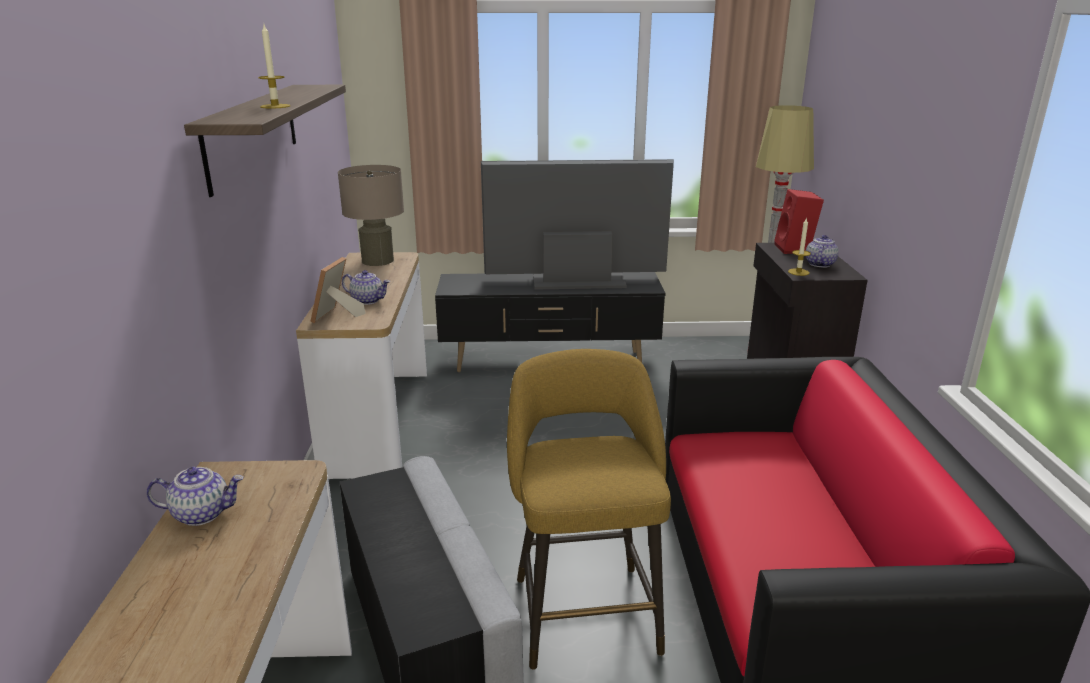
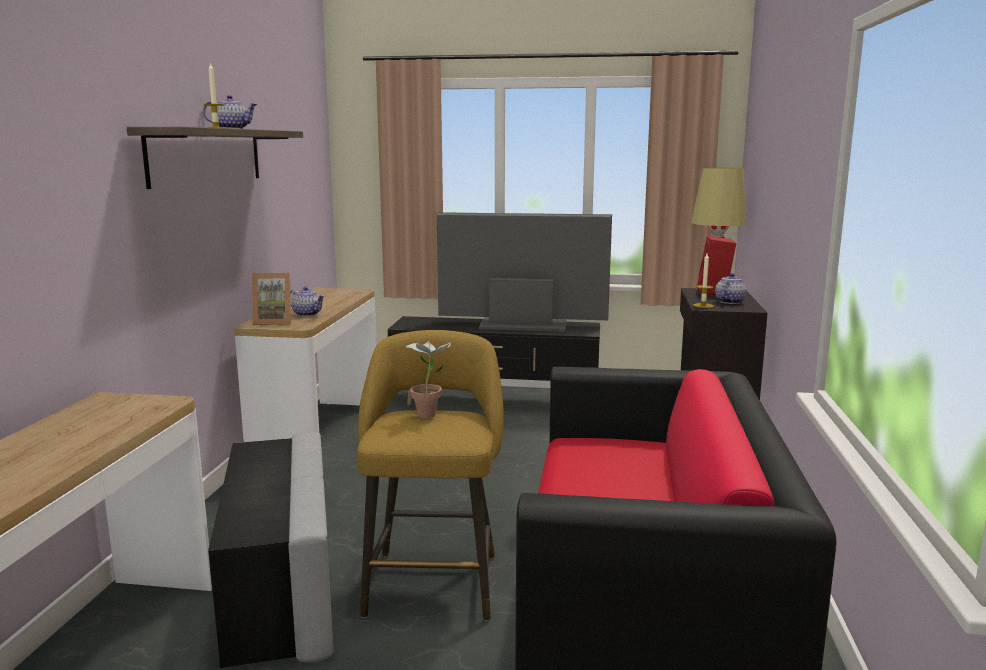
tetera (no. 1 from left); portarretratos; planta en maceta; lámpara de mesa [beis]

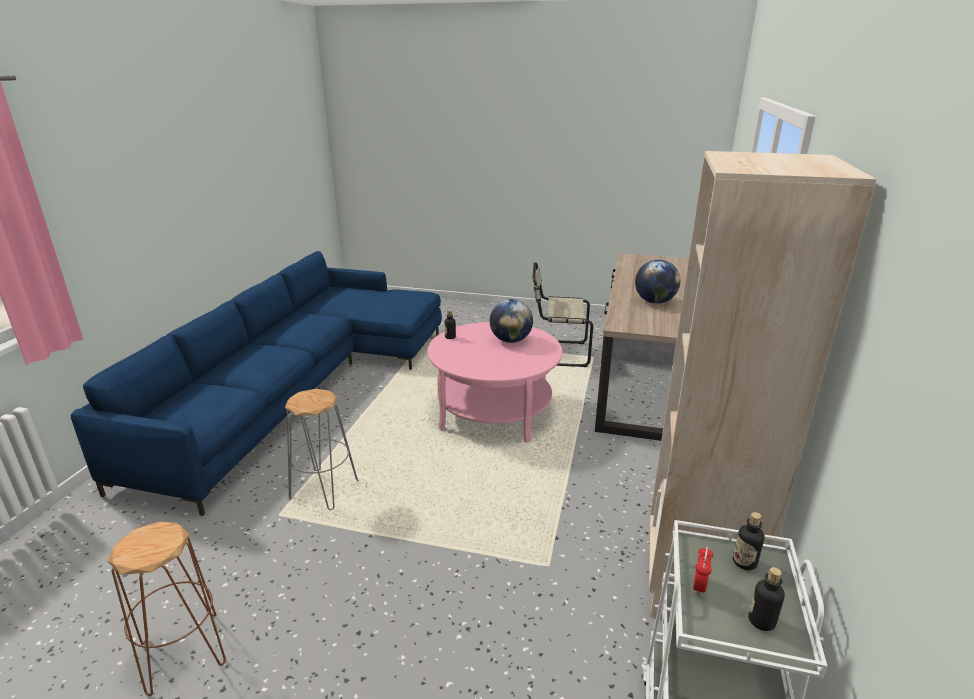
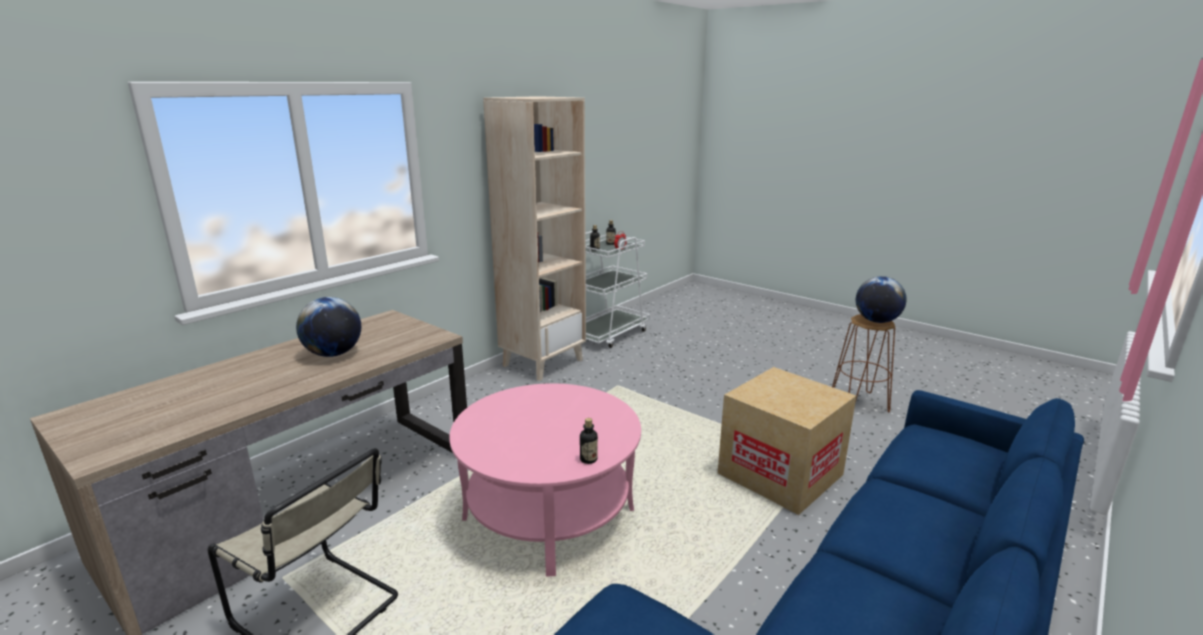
caja de cartón; globo terráqueo (no. 2 from left)

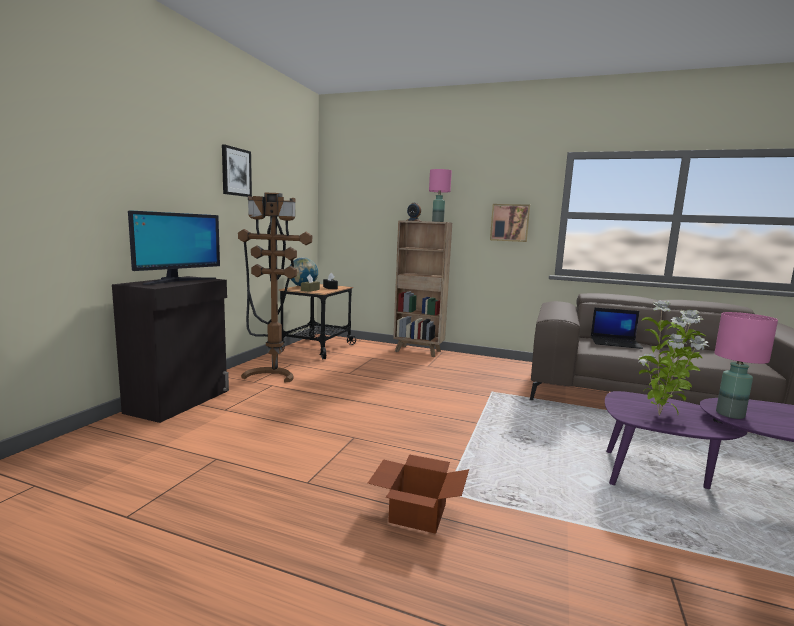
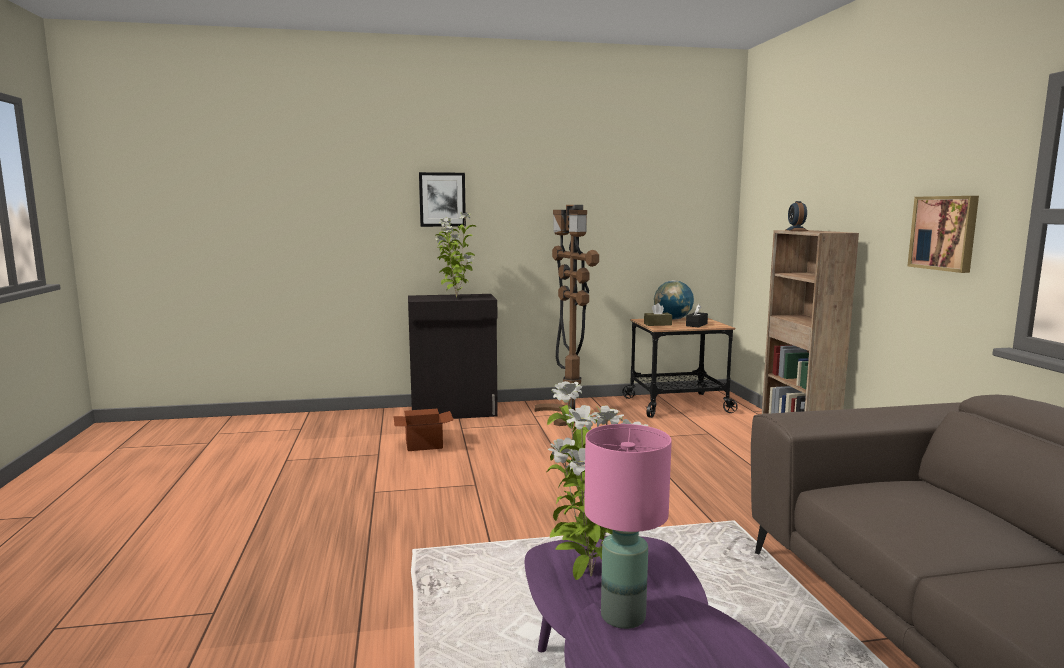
caja de cartón; cuadro (no. 1 from left); planta en maceta (no. 1 from left); lámpara de mesa [rosa] (no. 1 from left in the first image); portátil

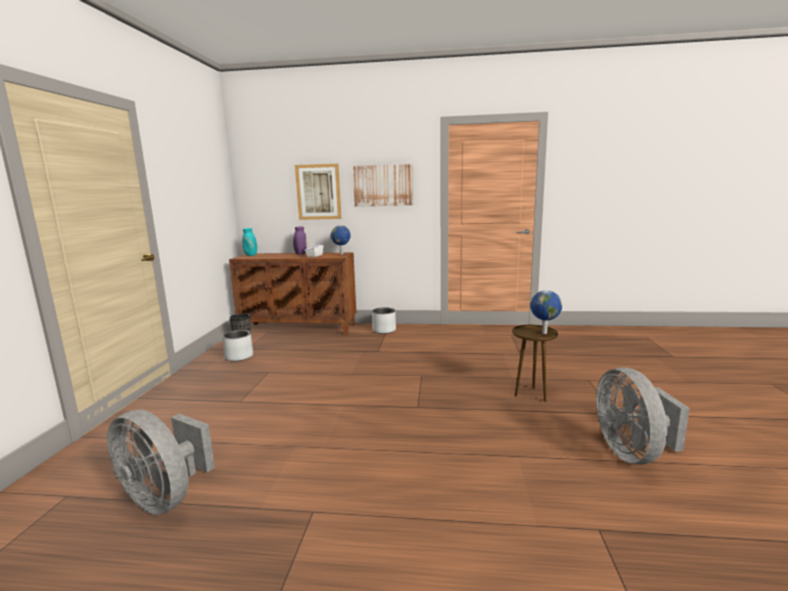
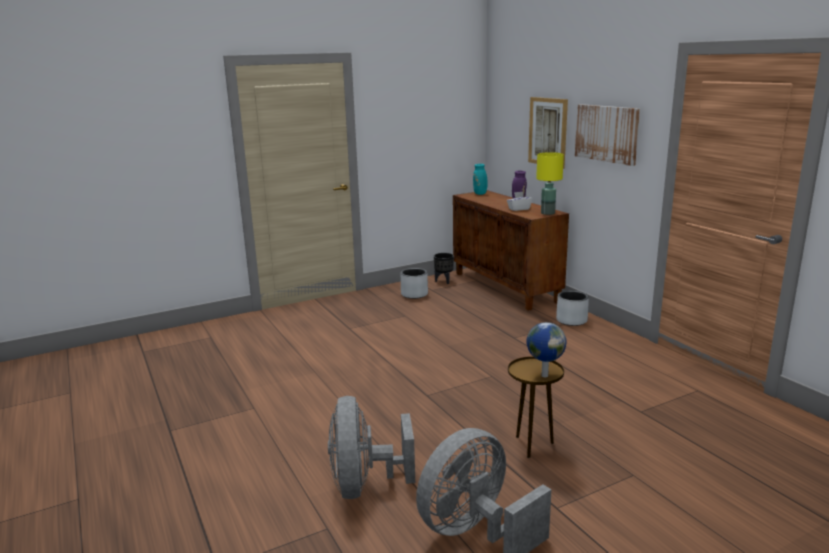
ventilador [gris] (no. 1 from left); lámpara de mesa [amarillo]

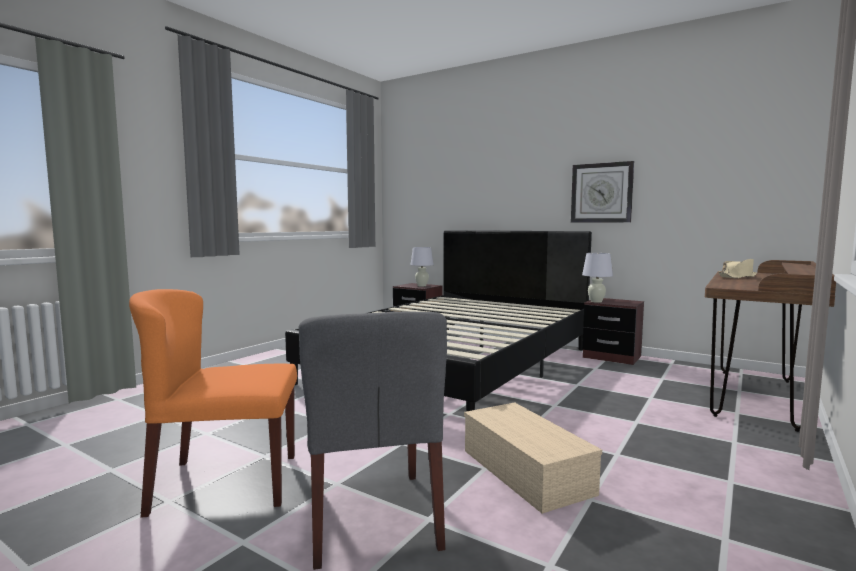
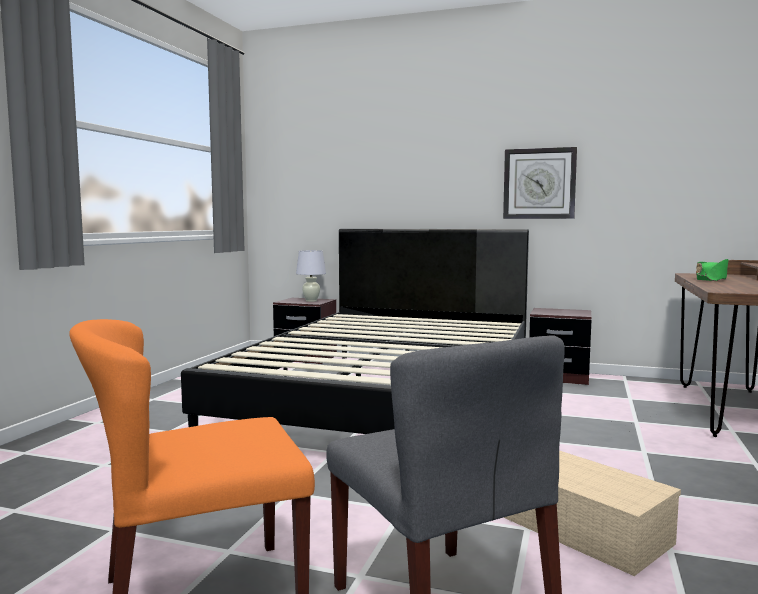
sombrero [verde]; lámpara de mesa [blanco] (no. 2 from left in the first image)

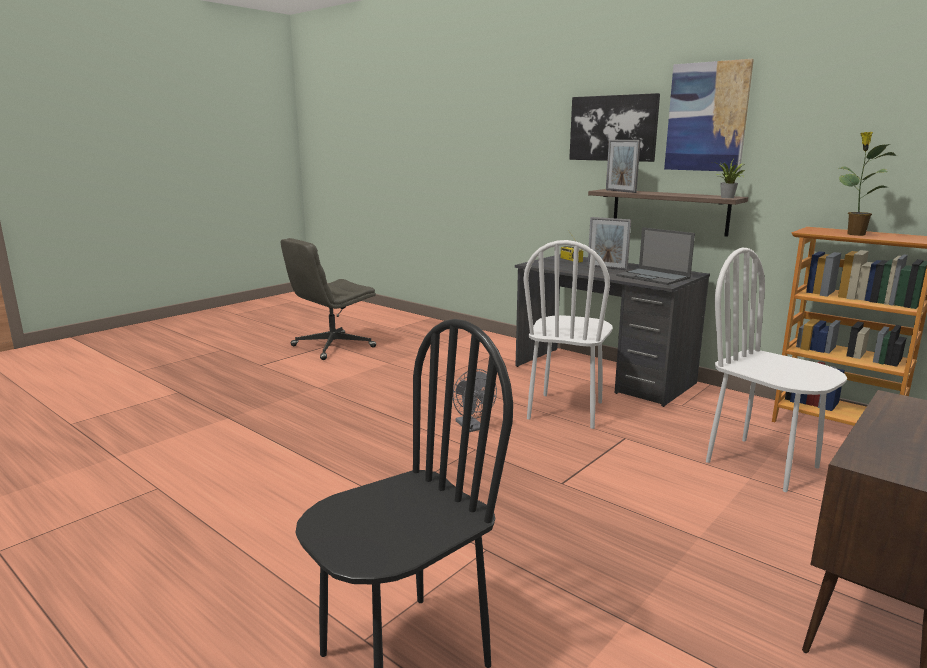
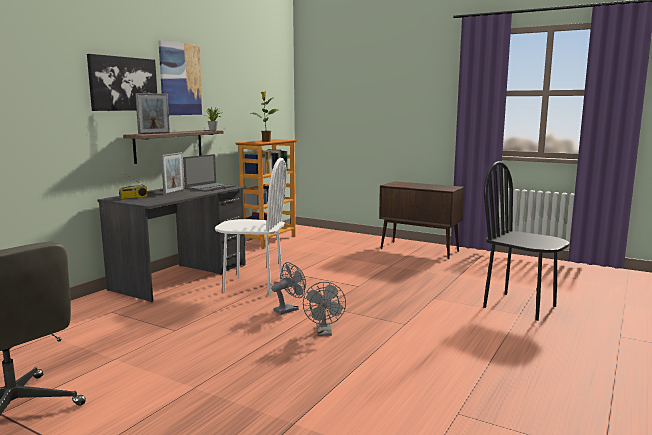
ventilador [gris] (no. 2 from left); silla [blanco] (no. 2 from left in the first image)

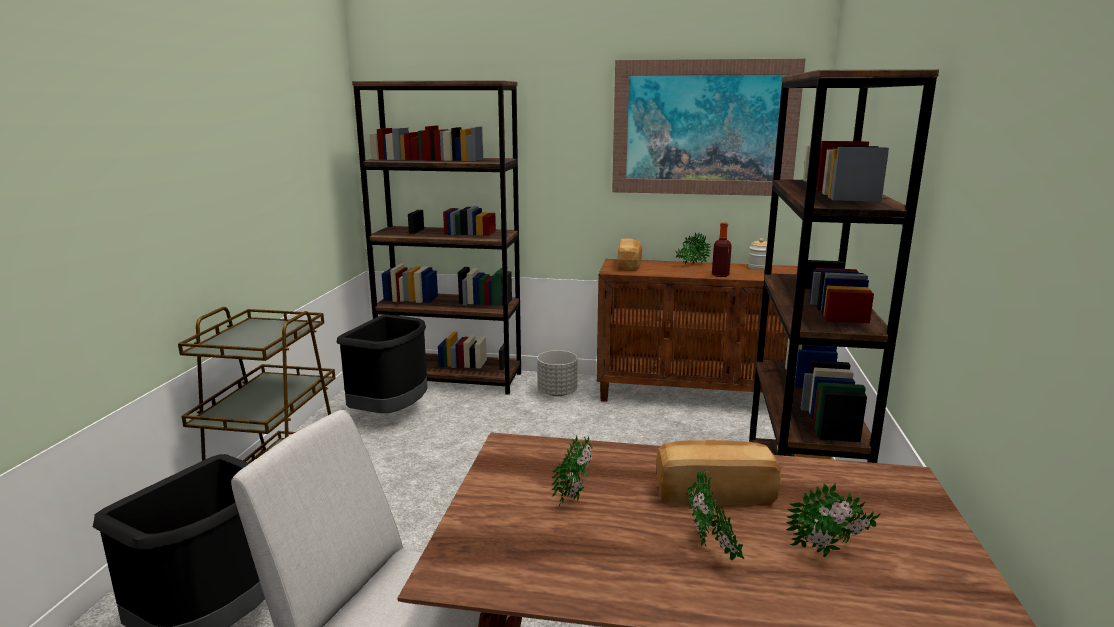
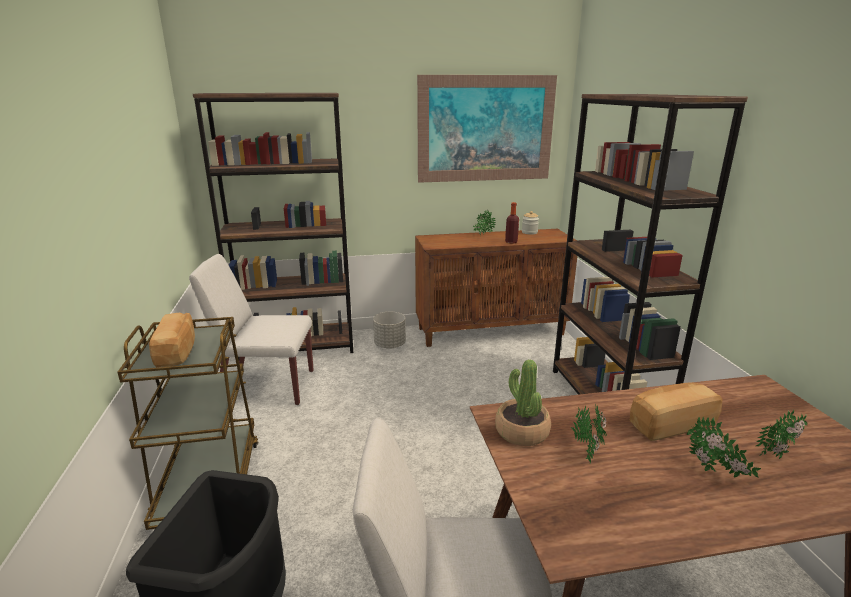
pan (no. 1 from left); silla [blanco] (no. 1 from left); planta en maceta (no. 2 from left)

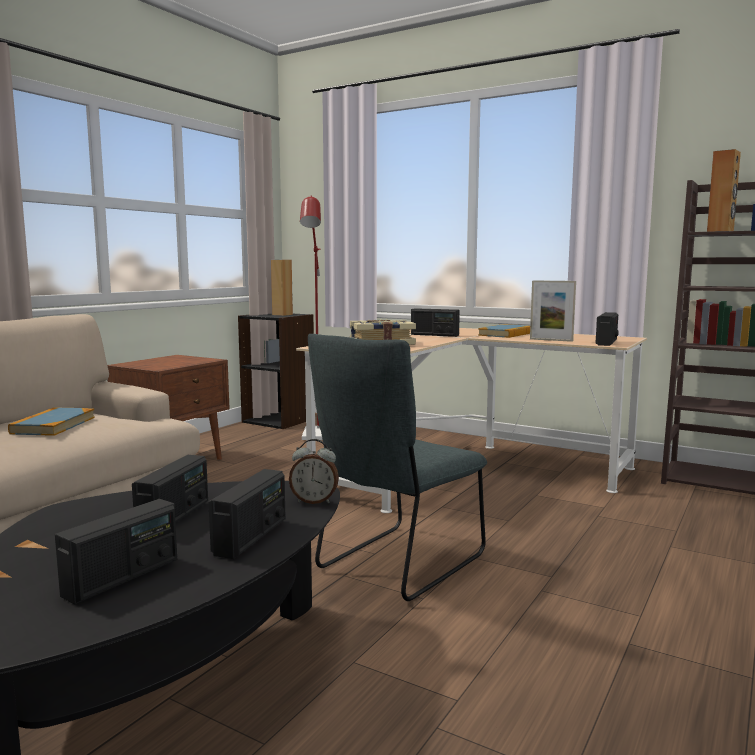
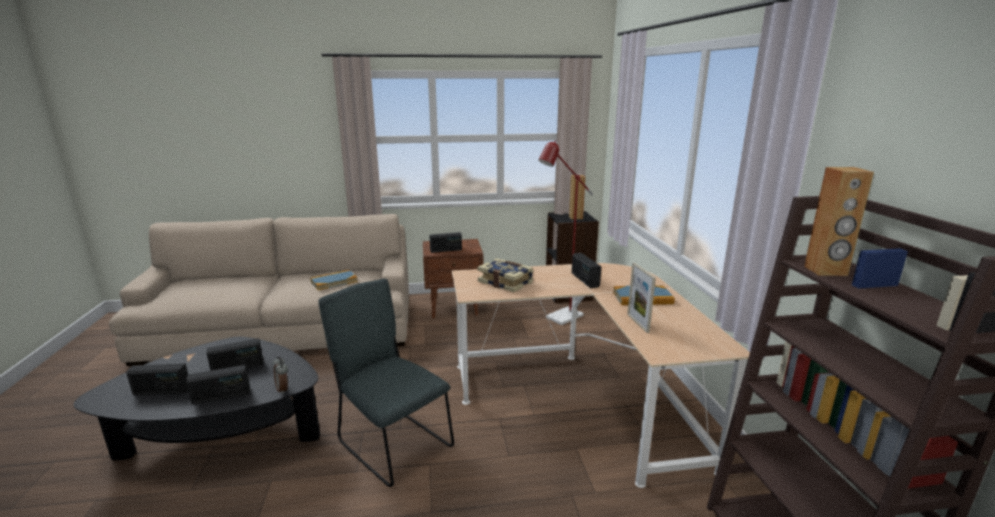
silla [gris]; radio (no. 4 from left)

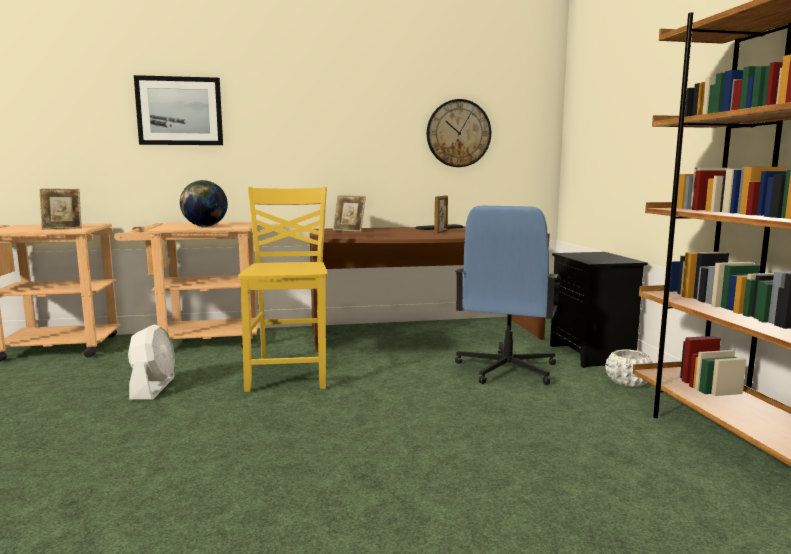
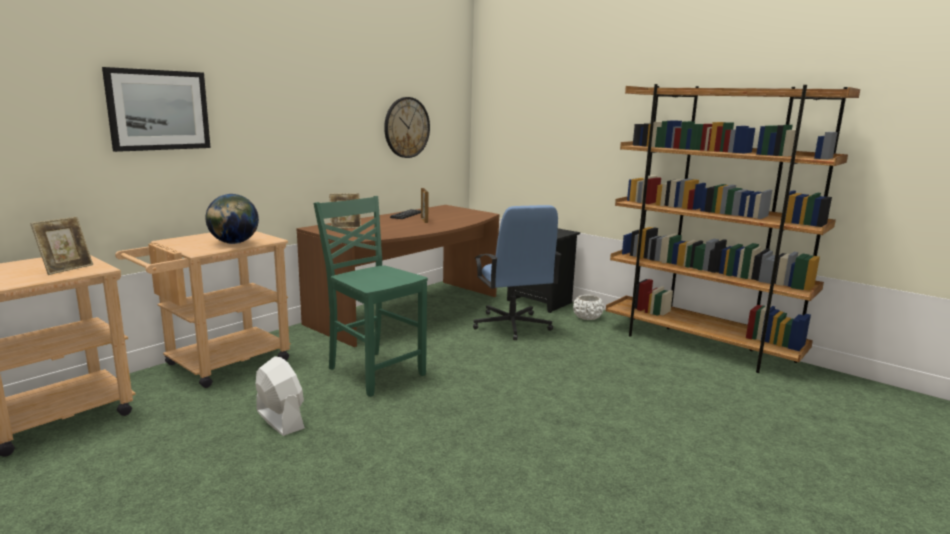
silla [verde]

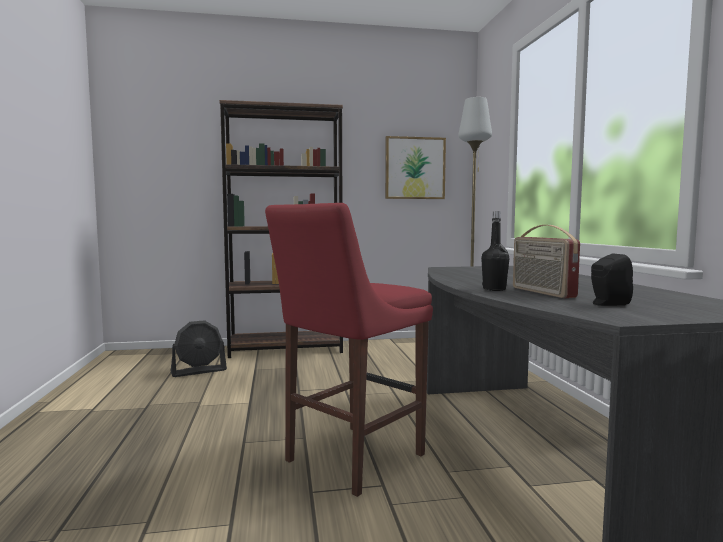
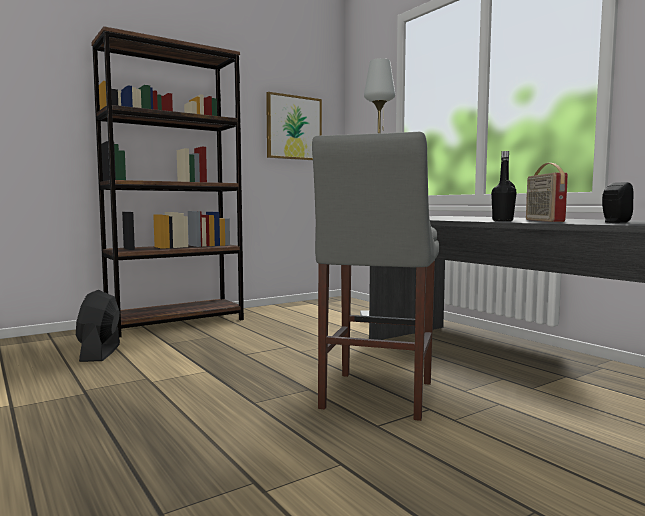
ventilador [negro]; taburete [gris]; radio

